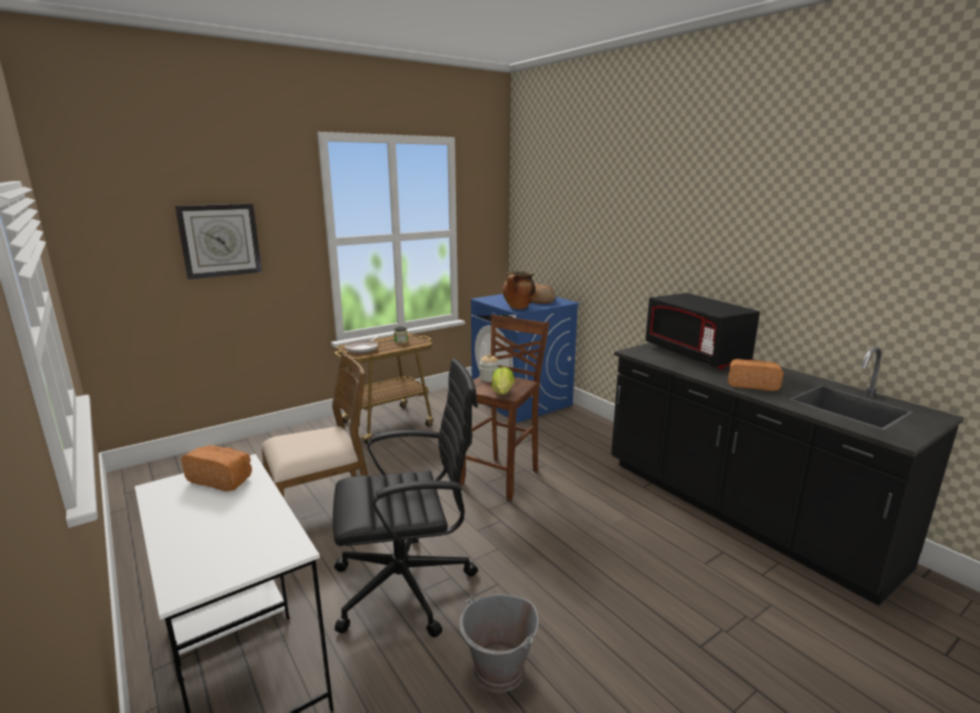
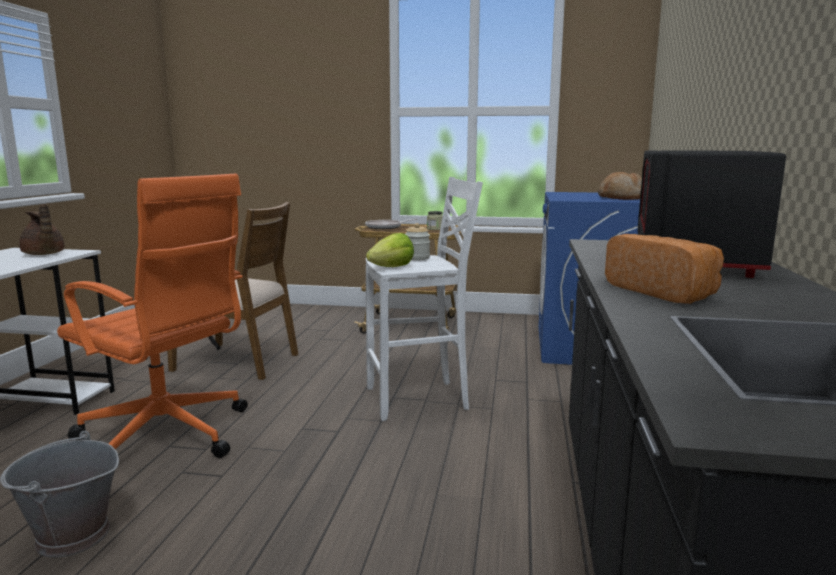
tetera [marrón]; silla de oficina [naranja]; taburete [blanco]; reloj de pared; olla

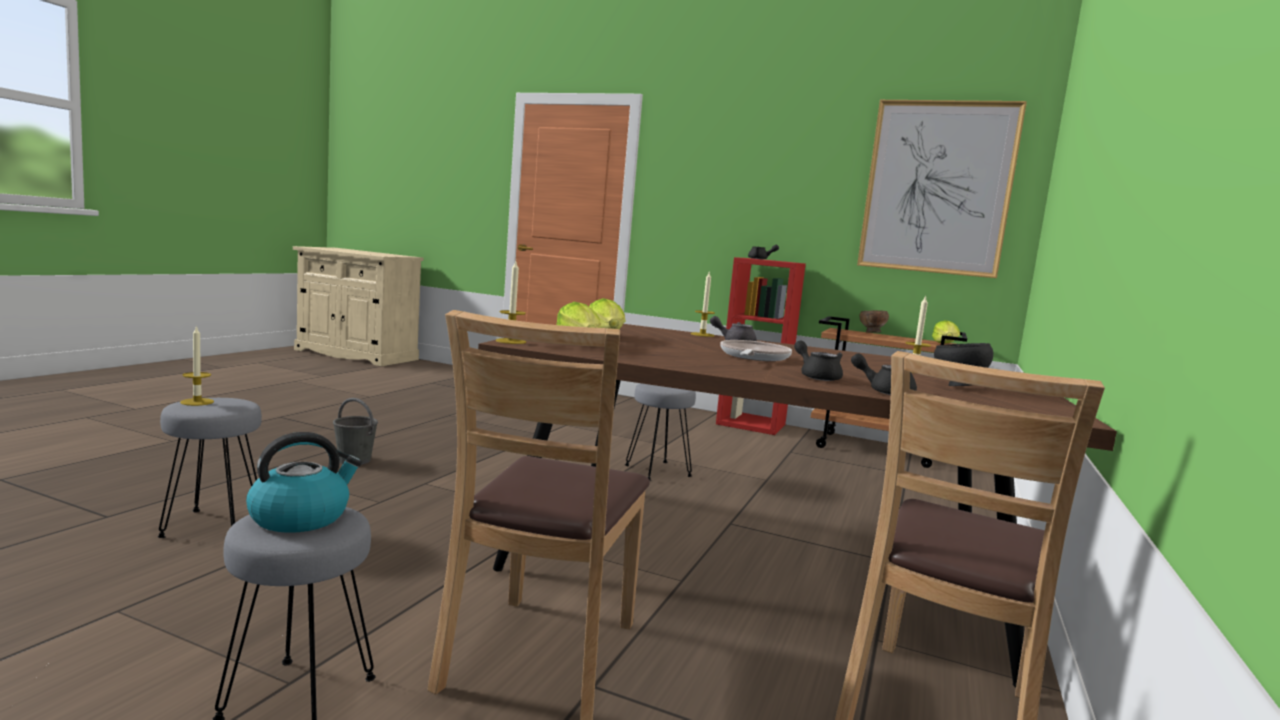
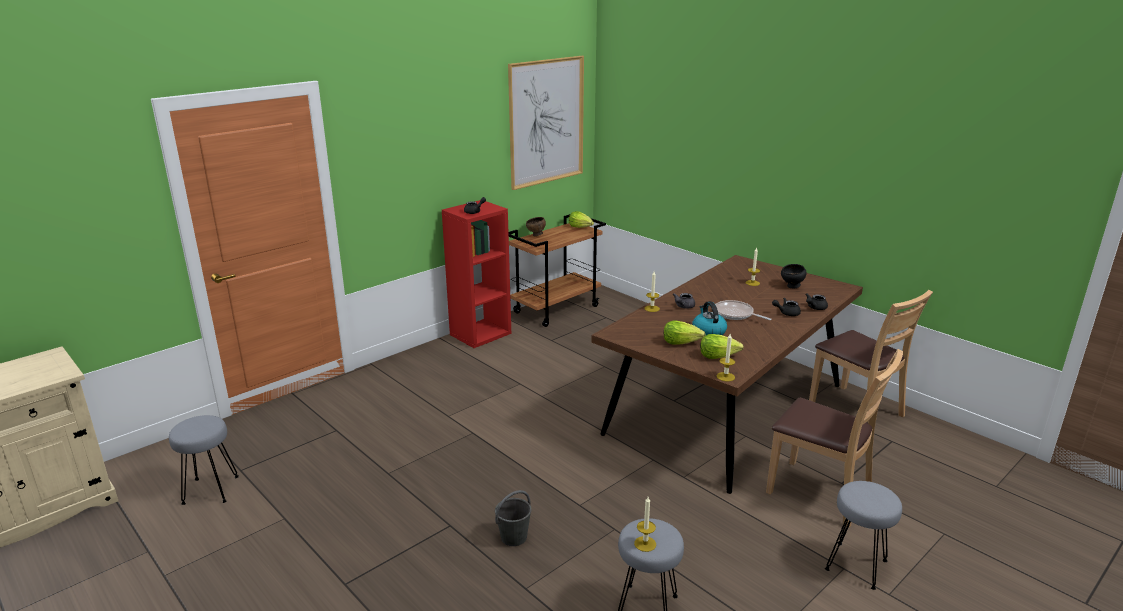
taburete [gris] (no. 1 from left); hervidor

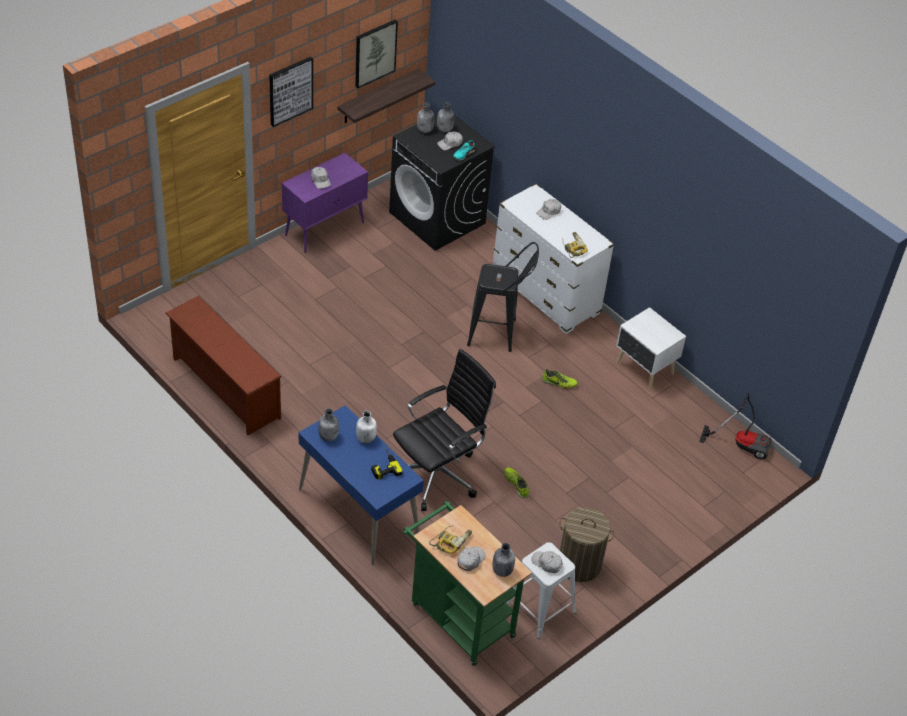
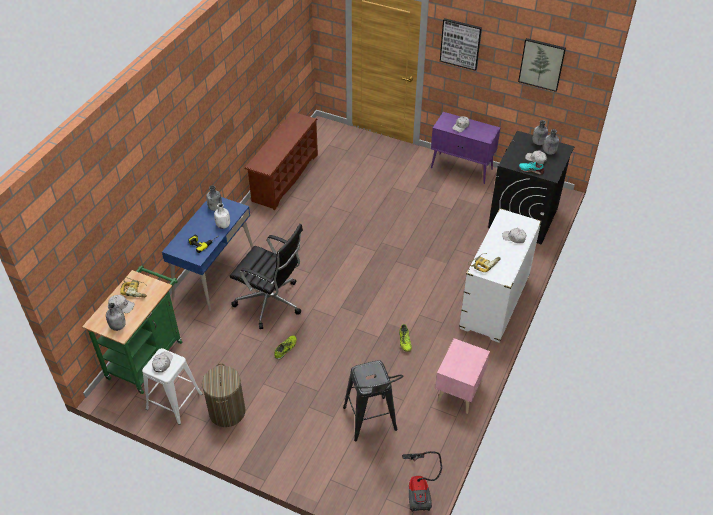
taburete [negro]; mesita de noche [rosa]; estante

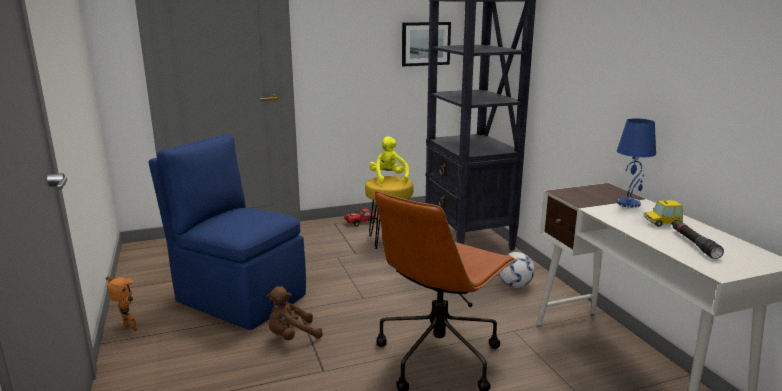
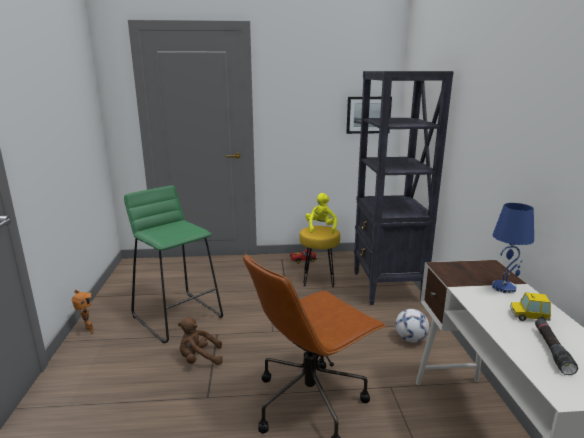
taburete [verde]

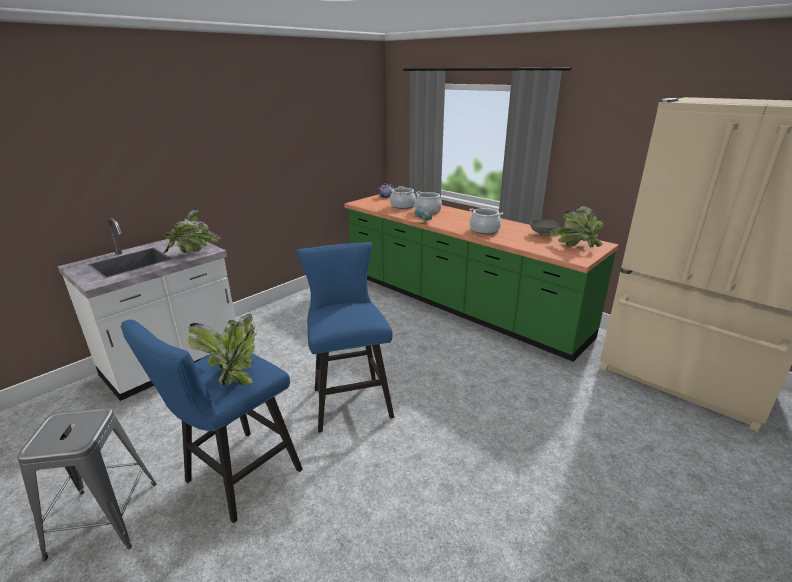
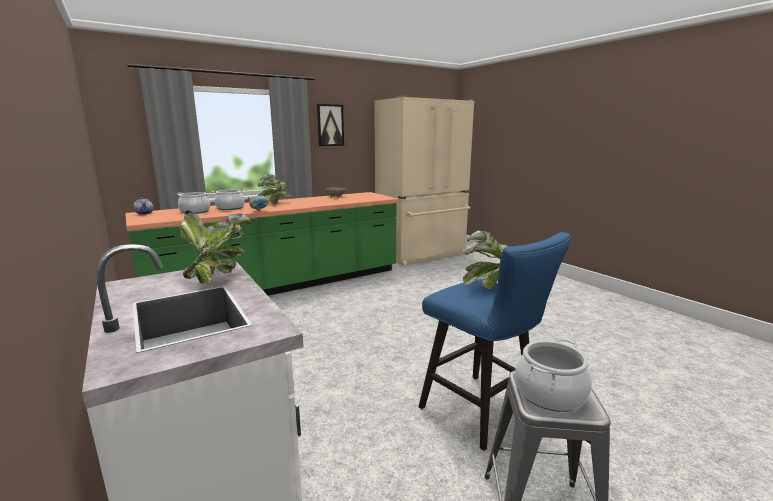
planta en maceta (no. 2 from left); cuadro; olla (no. 3 from left); taburete [azul] (no. 2 from left in the first image)

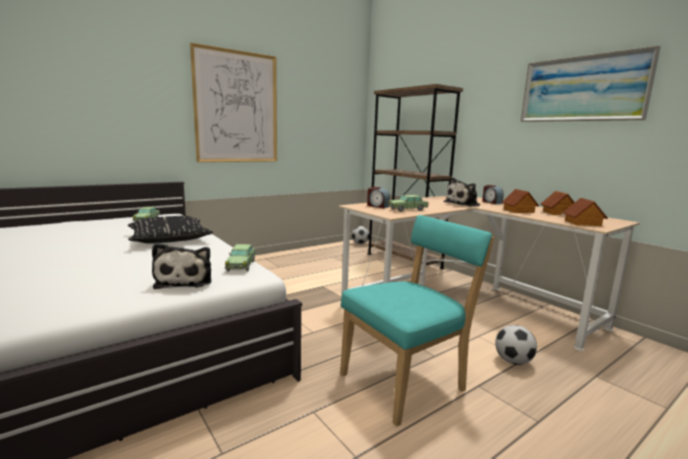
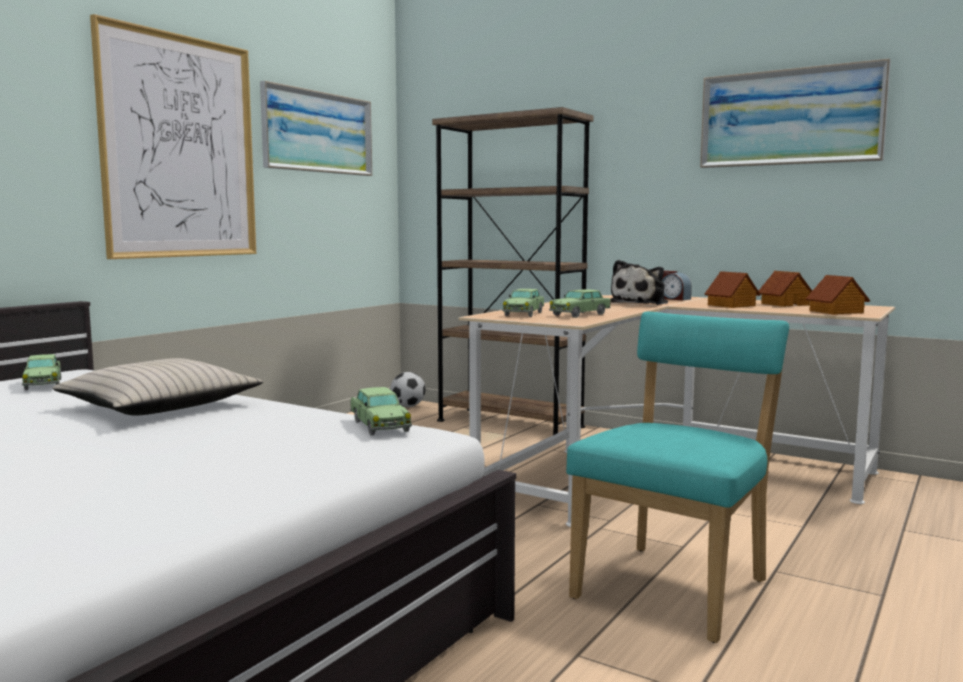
cojín [beis]; cuadro (no. 2 from left); coche de juguete (no. 3 from left); peluche (no. 1 from left in the first image); balón de fútbol (no. 2 from left in the first image)

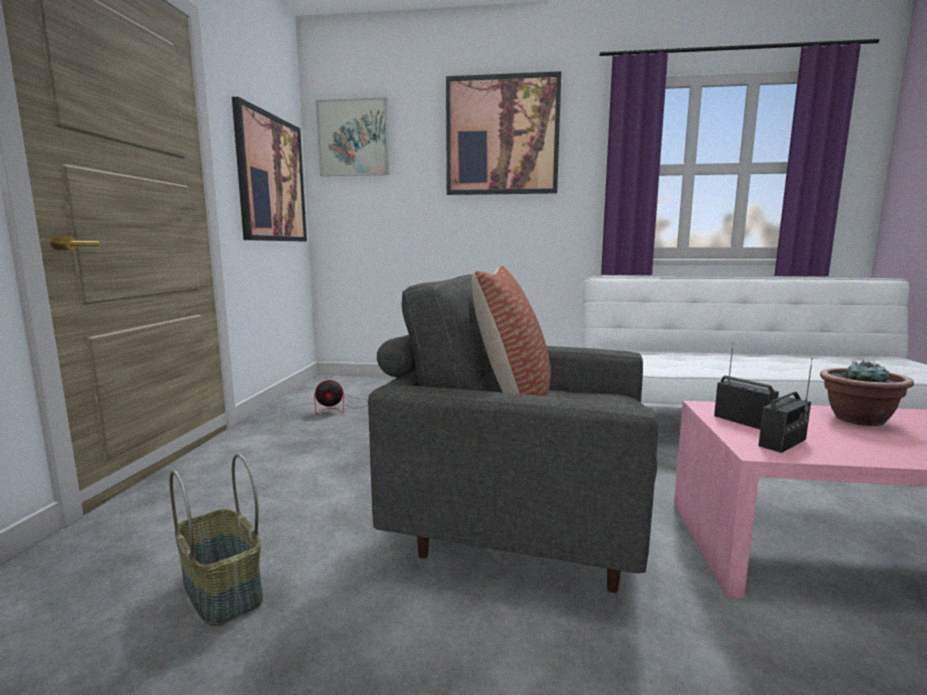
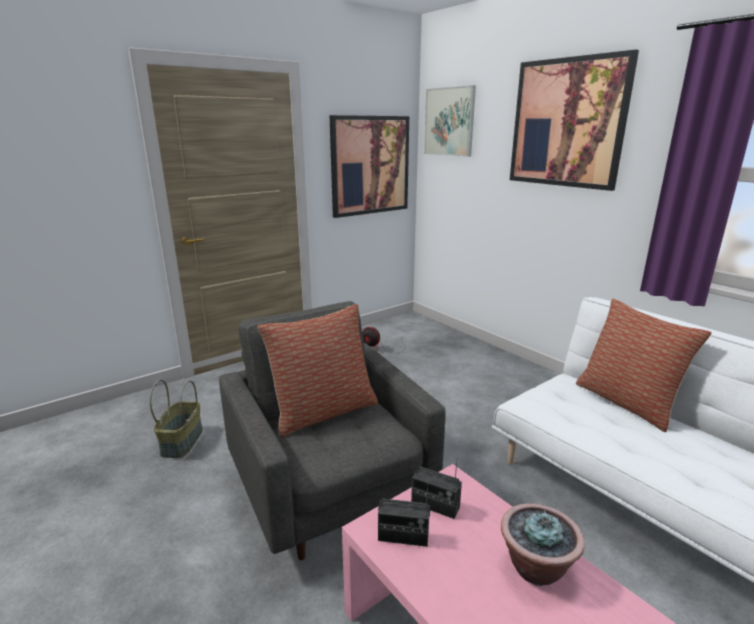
radio (no. 2 from left); cojín (no. 2 from left)

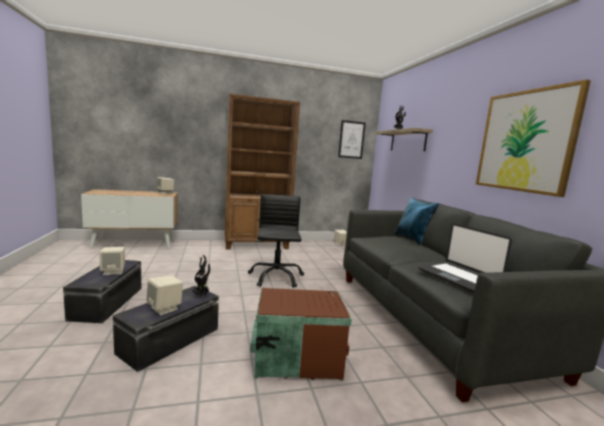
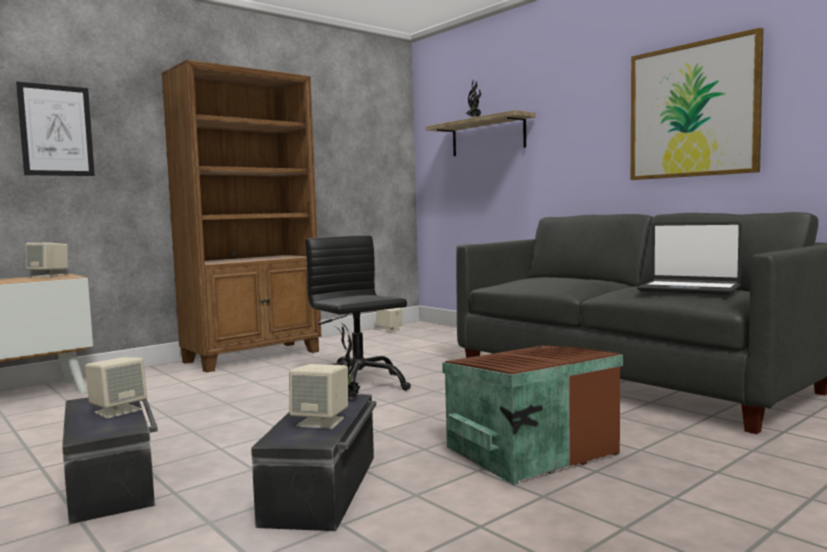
cuadro (no. 1 from left); cojín [azul]

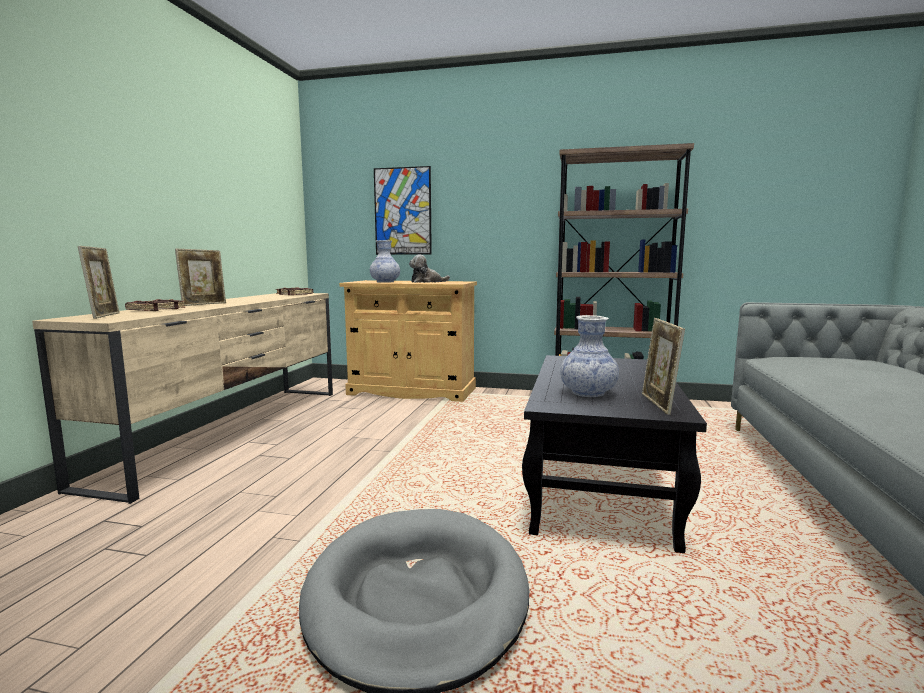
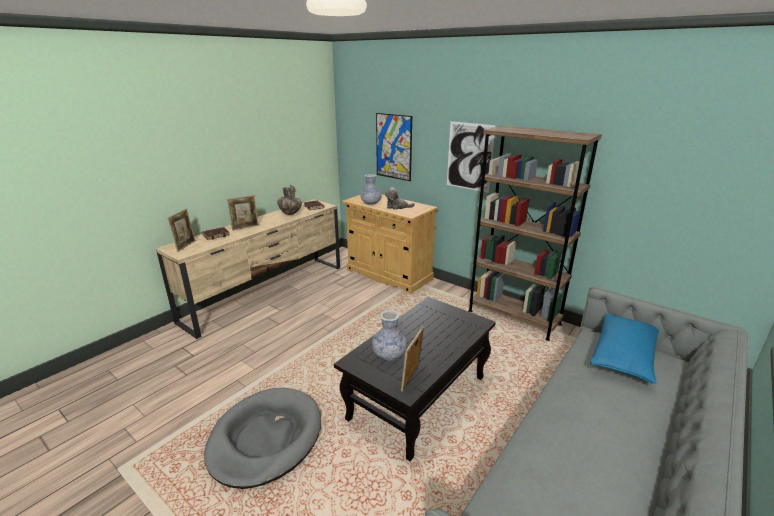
florero (no. 1 from left); cuadro (no. 2 from left); cojín [azul]

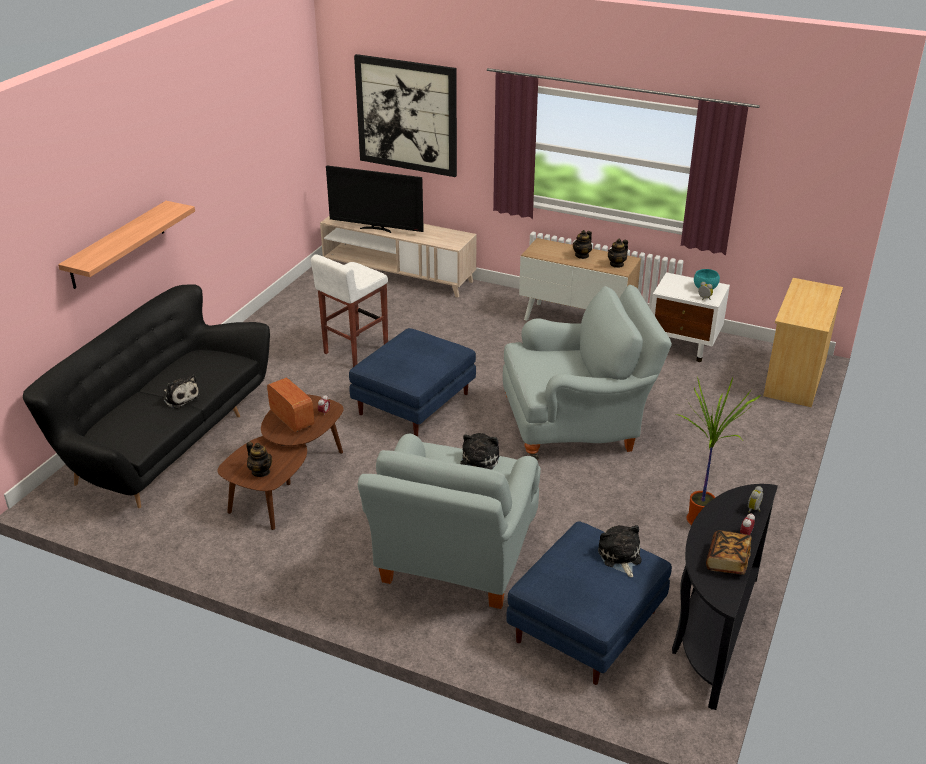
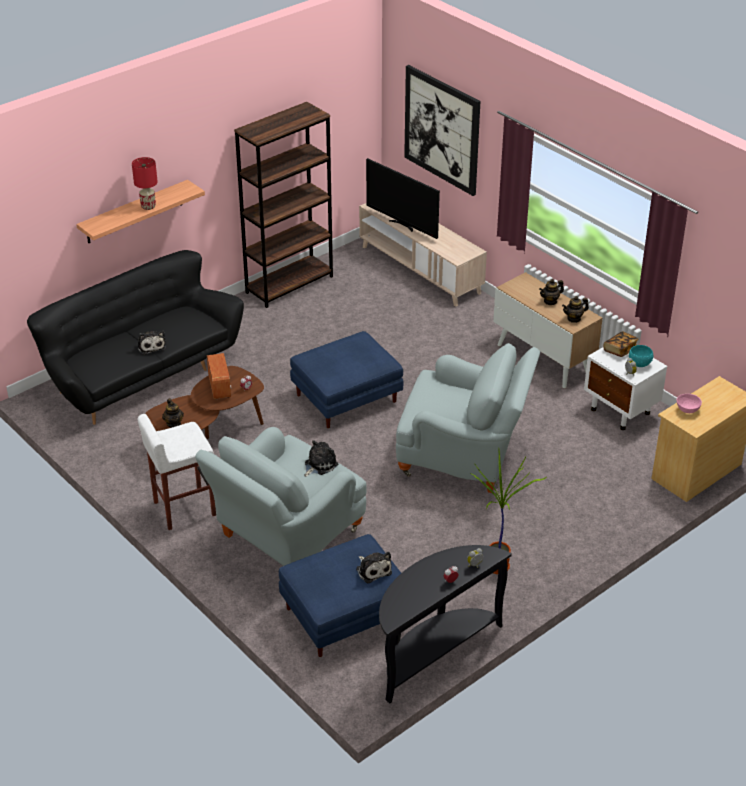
lámpara de mesa [rojo]; taburete [blanco]; estantería [marrón]; peluche (no. 3 from left); libro; cuenco [rosa]

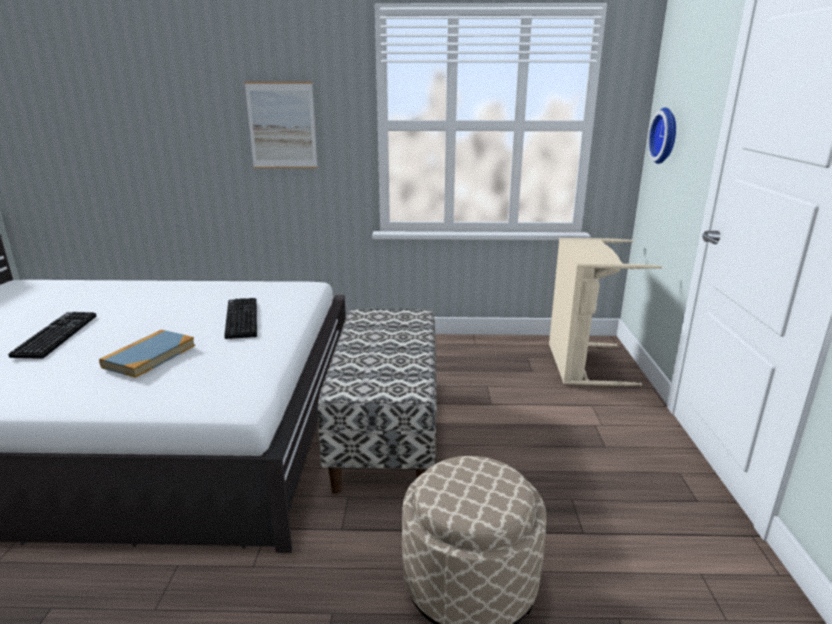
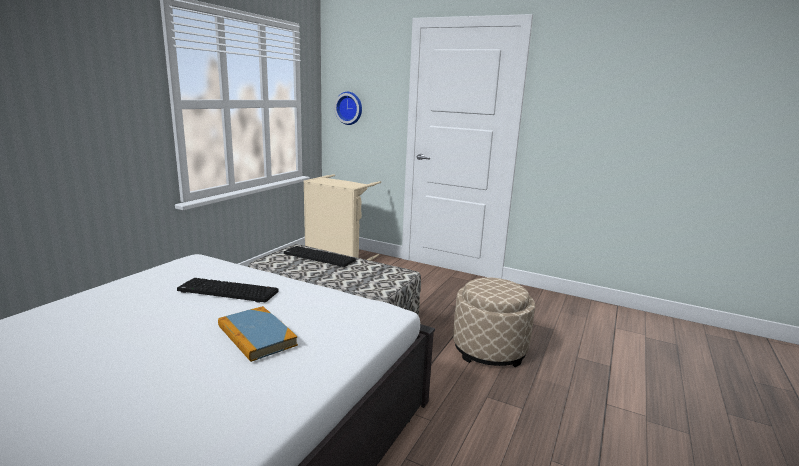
teclado (no. 2 from left); cuadro

